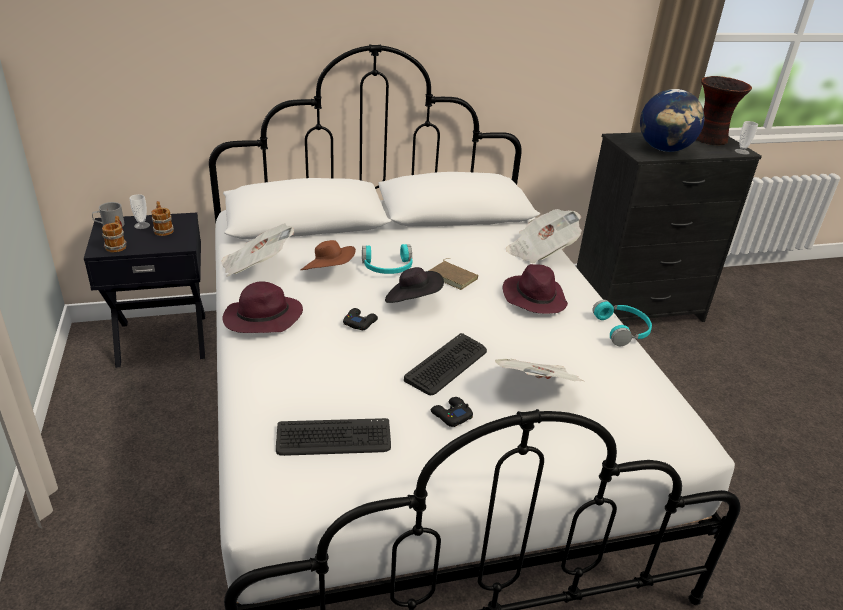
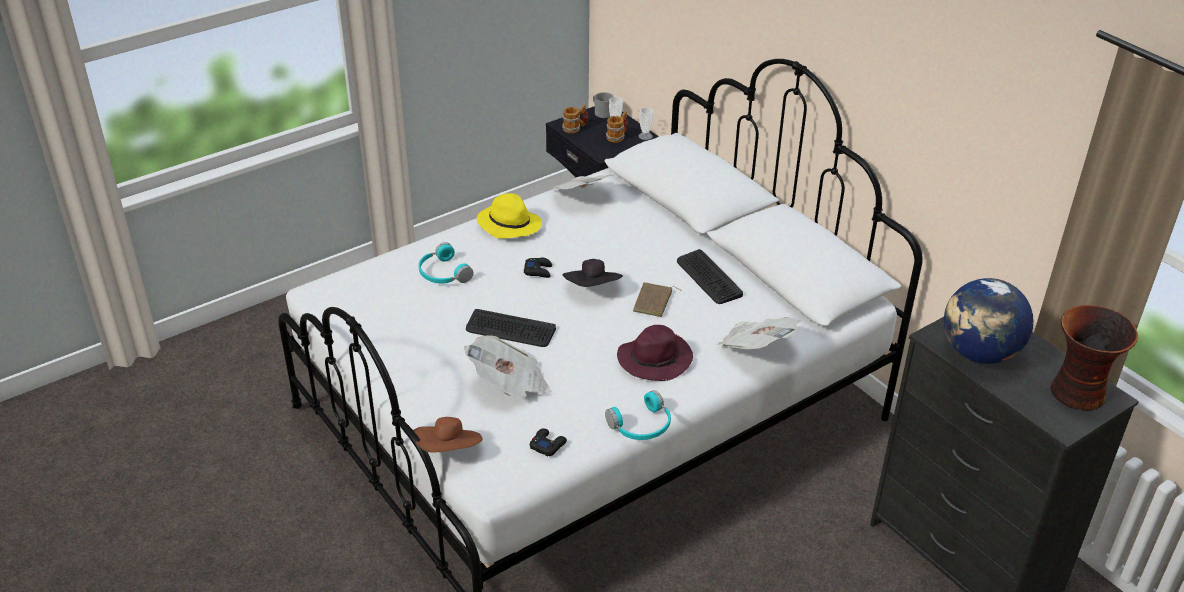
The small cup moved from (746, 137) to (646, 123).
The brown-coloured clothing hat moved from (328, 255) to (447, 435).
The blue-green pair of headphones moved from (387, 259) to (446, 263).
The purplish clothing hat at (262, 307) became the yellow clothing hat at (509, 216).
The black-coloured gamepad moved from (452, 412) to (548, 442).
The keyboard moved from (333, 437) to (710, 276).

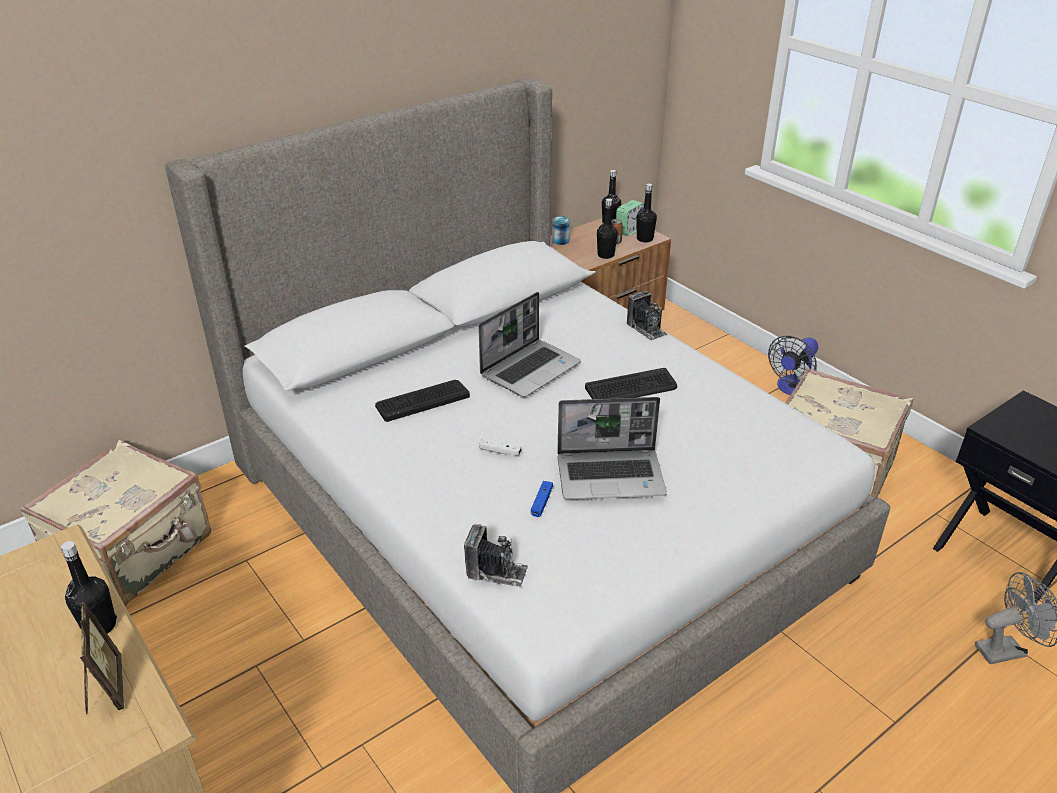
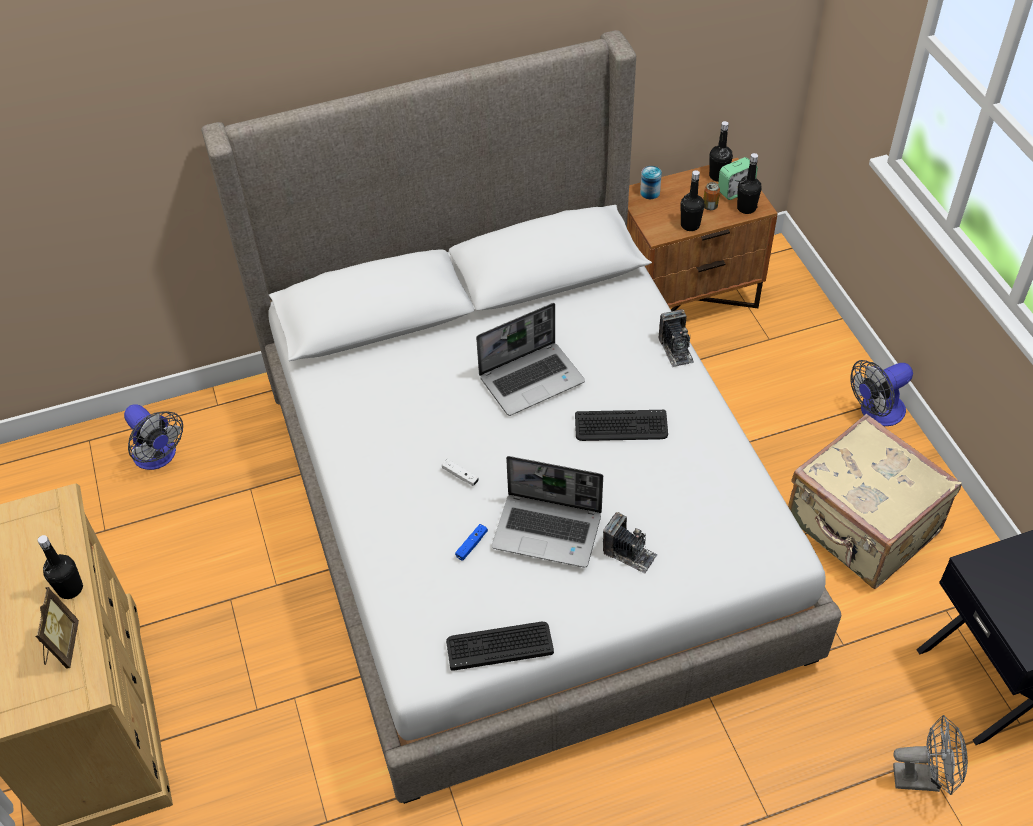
The keyboard moved from (422, 401) to (500, 646).
The sand-coloured suitcase at (115, 523) was replaced by the fan at (153, 437).
The photo camera moved from (496, 555) to (630, 543).

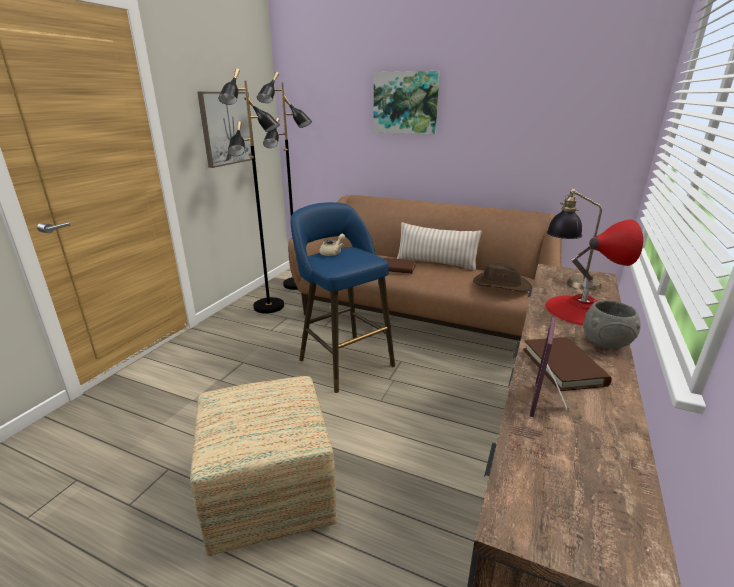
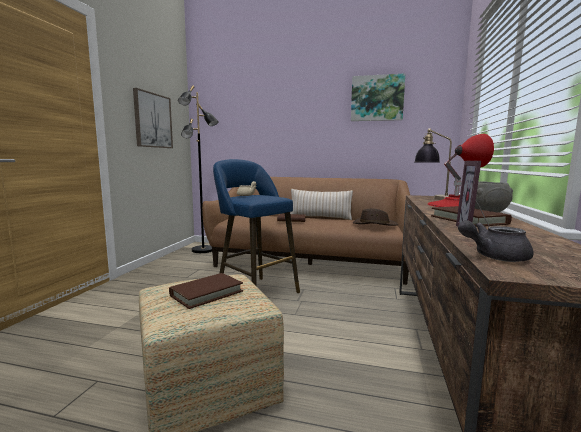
The black-coloured standard lamp at (251, 190) disappeared.
The wall picture moved from (406, 103) to (378, 97).
The gray pot for tea at (495, 241) appeared.
The brown-coloured volume at (206, 291) appeared.

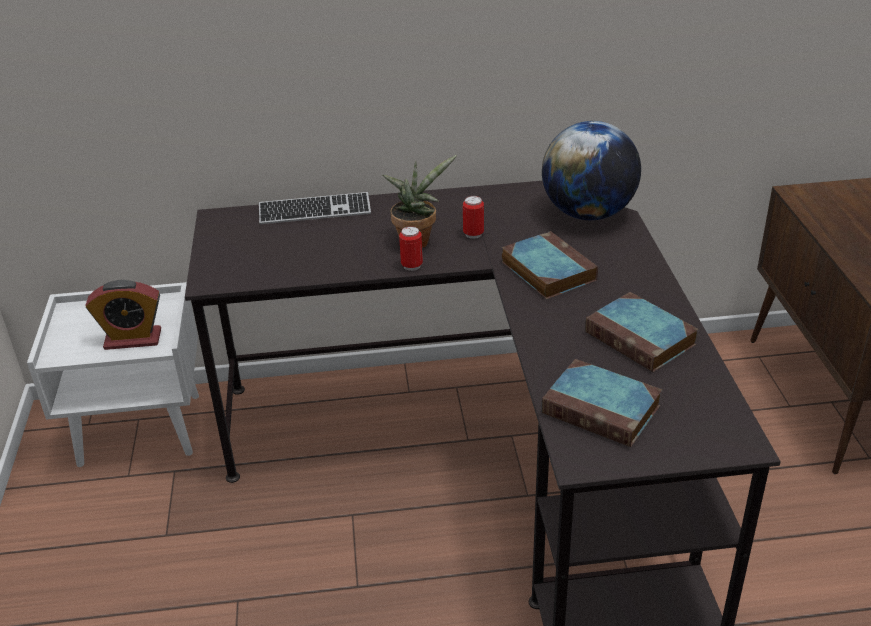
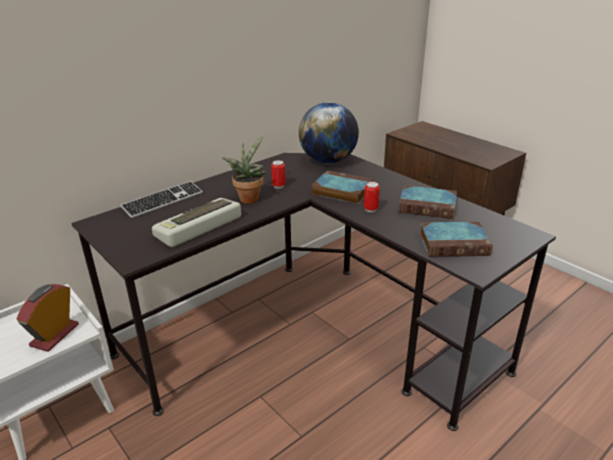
The can moved from (411, 248) to (372, 197).
The alarm clock at (123, 315) turned 150 degrees clockwise.
The keyboard at (196, 222) appeared.

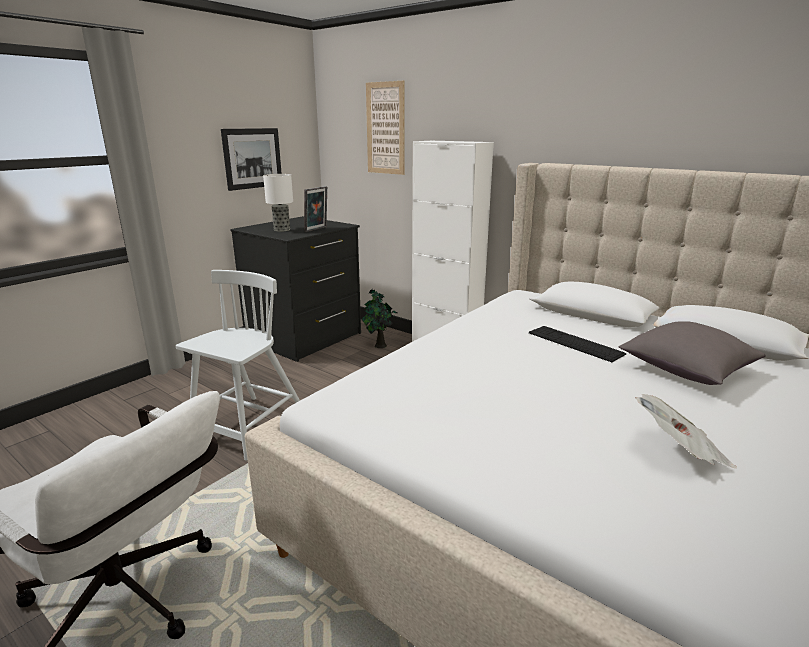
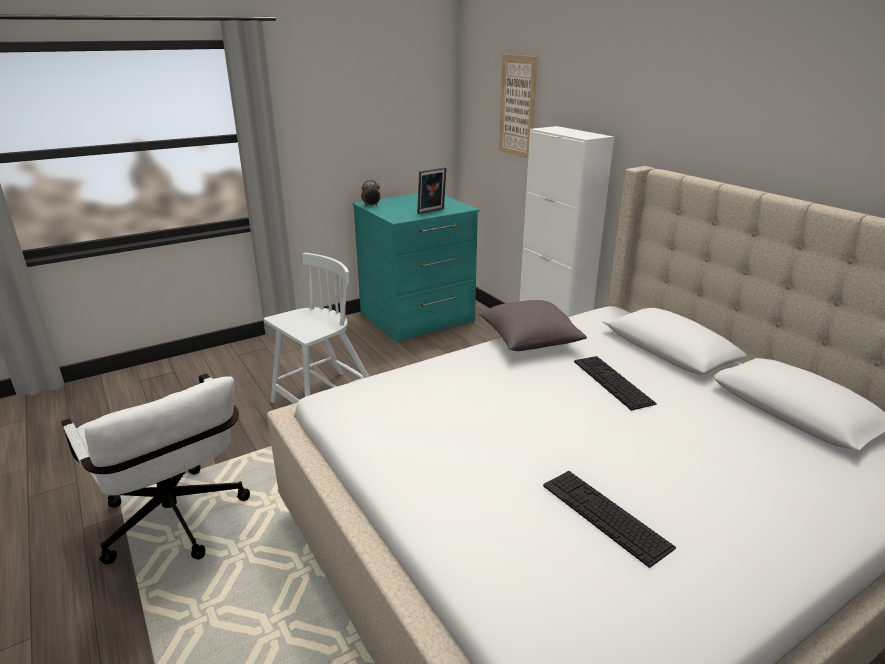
The wall picture at (251, 159) disappeared.
The tabletop lamp at (278, 203) disappeared.
The black-coloured dresser at (295, 289) became the blue-green dresser at (416, 268).
The plant in a pot at (379, 318) disappeared.
The gray pillow moved from (692, 353) to (532, 325).
The daily paper at (686, 431) was replaced by the keyboard at (609, 519).
The alarm clock at (370, 193) appeared.

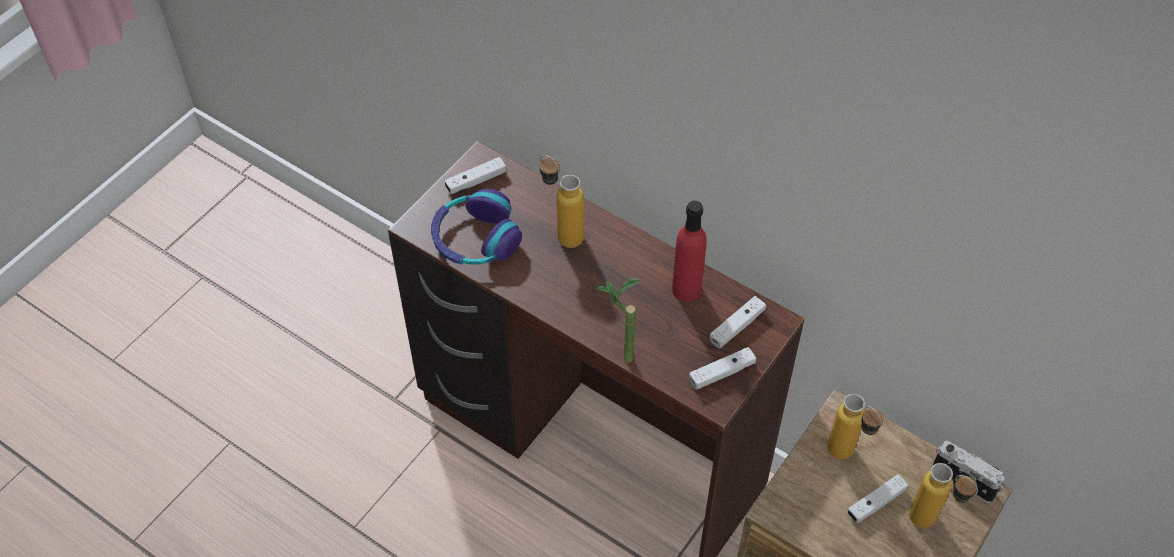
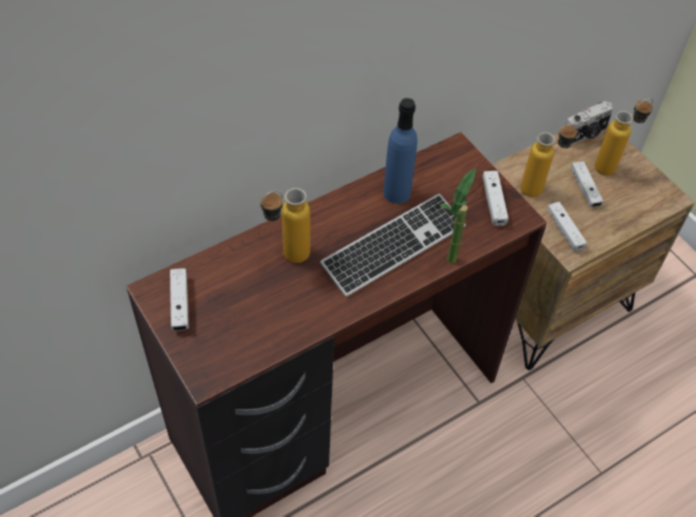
The pair of headphones at (476, 226) disappeared.
The red-coloured beverage bottle at (689, 251) became the blue-coloured beverage bottle at (400, 151).
The white gamepad moved from (737, 322) to (567, 226).
The keyboard at (393, 245) appeared.

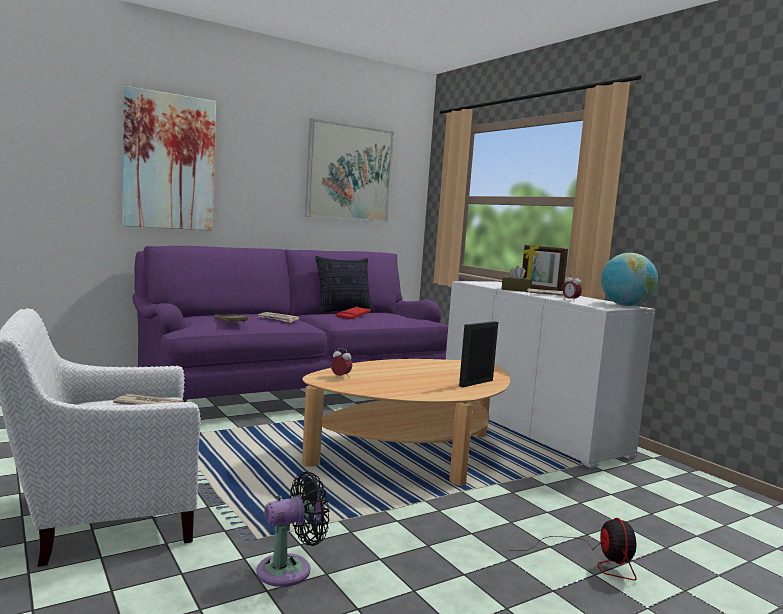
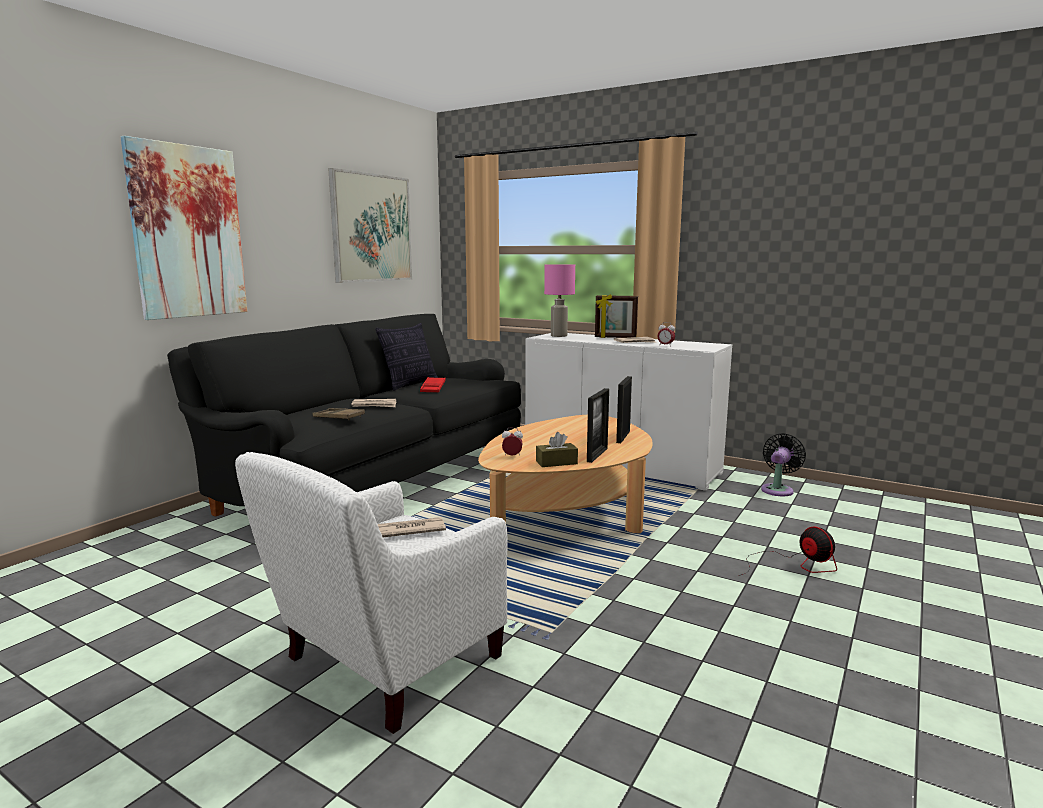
The purplish sofa at (290, 324) became the black-coloured sofa at (344, 415).
The desk globe at (629, 279) disappeared.
The brown-coloured tissue box moved from (517, 279) to (557, 449).
The black-coloured fan moved from (293, 529) to (783, 464).
The pink tabletop lamp at (559, 300) appeared.
The picture frame at (598, 425) appeared.

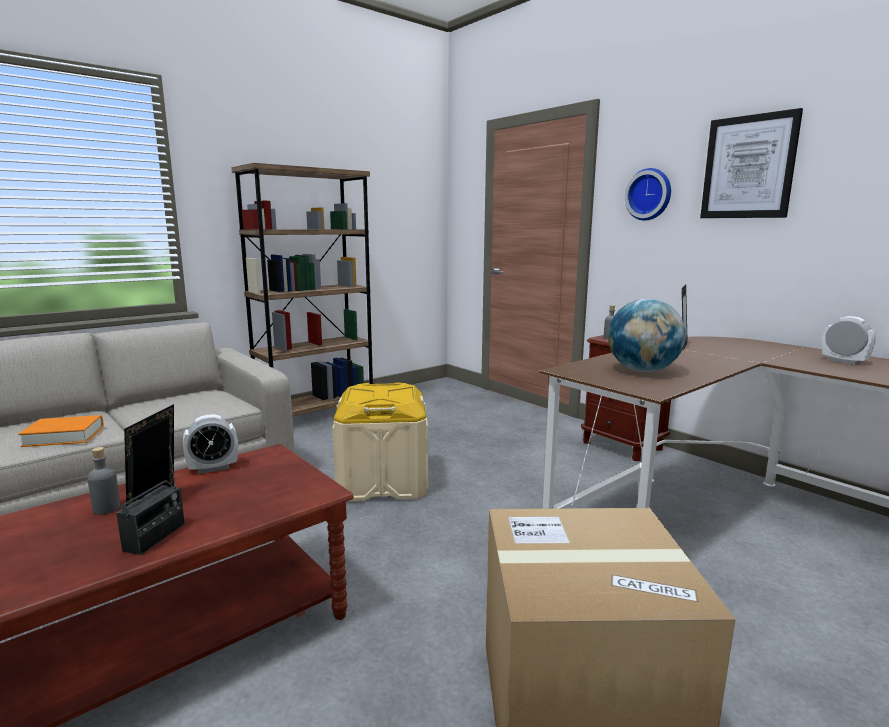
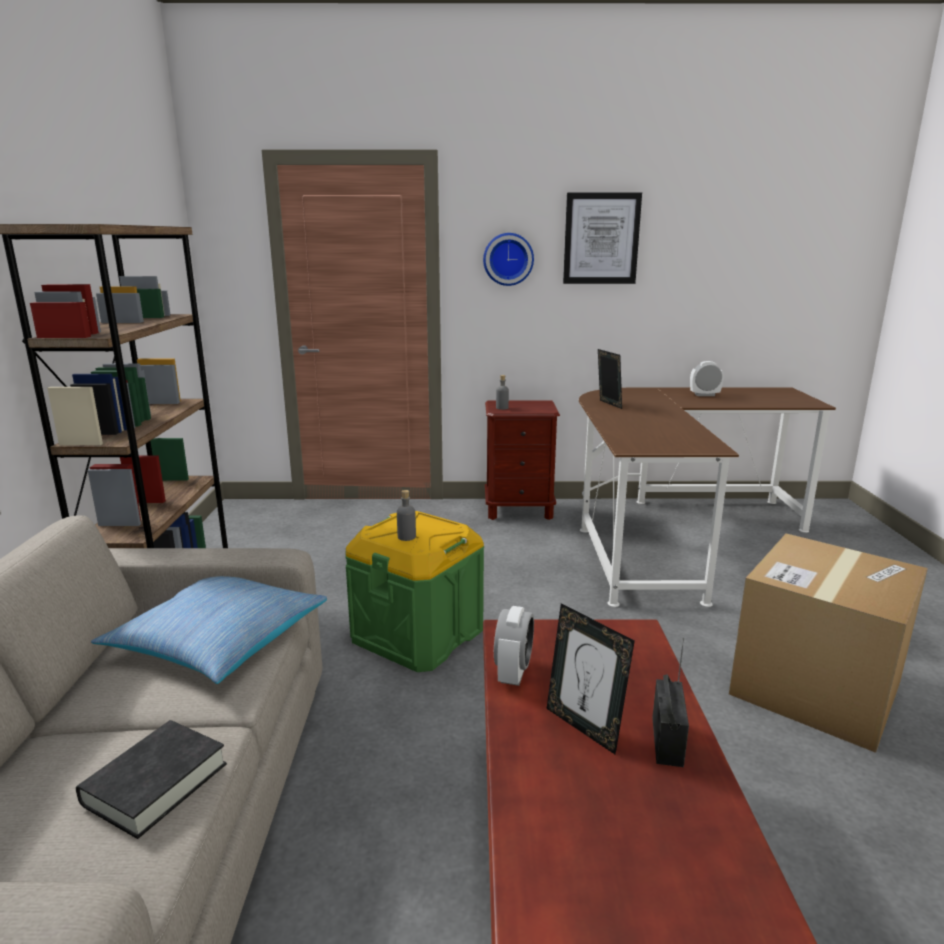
The desk globe at (647, 335) disappeared.
The sand-coloured storage box at (380, 441) became the green-coloured storage box at (415, 591).
The orange-coloured volume at (61, 431) became the black-coloured volume at (151, 779).
The radio receiver at (150, 500) turned 45 degrees clockwise.
The gray beverage bottle moved from (103, 481) to (406, 515).
The pillow at (209, 630) appeared.

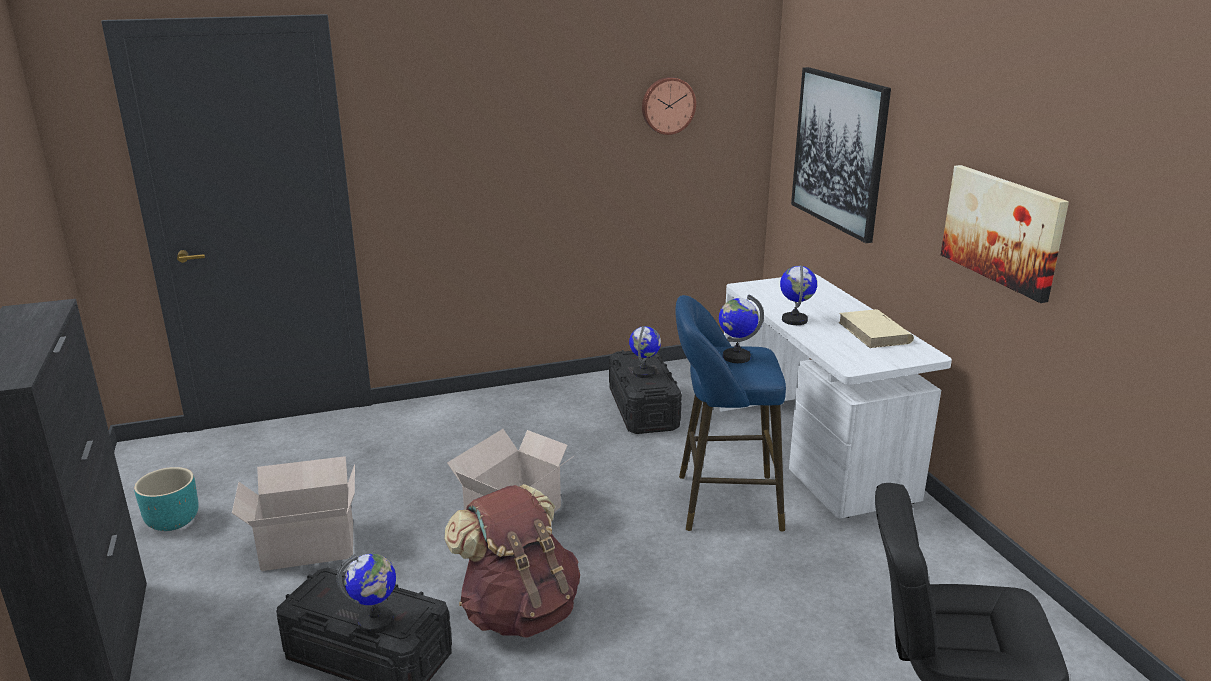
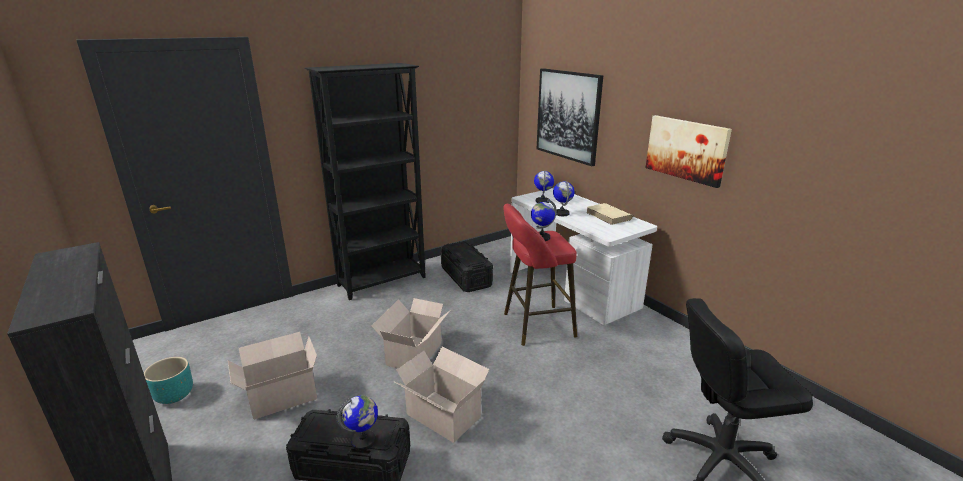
The wall clock at (669, 106) disappeared.
The blue-coloured sitting stool at (730, 413) became the red-coloured sitting stool at (540, 275).
The desk globe moved from (645, 352) to (544, 186).
The brown-coloured rucksack at (512, 560) was replaced by the cardboard box at (441, 394).
The black-coloured shelving unit at (365, 181) appeared.

